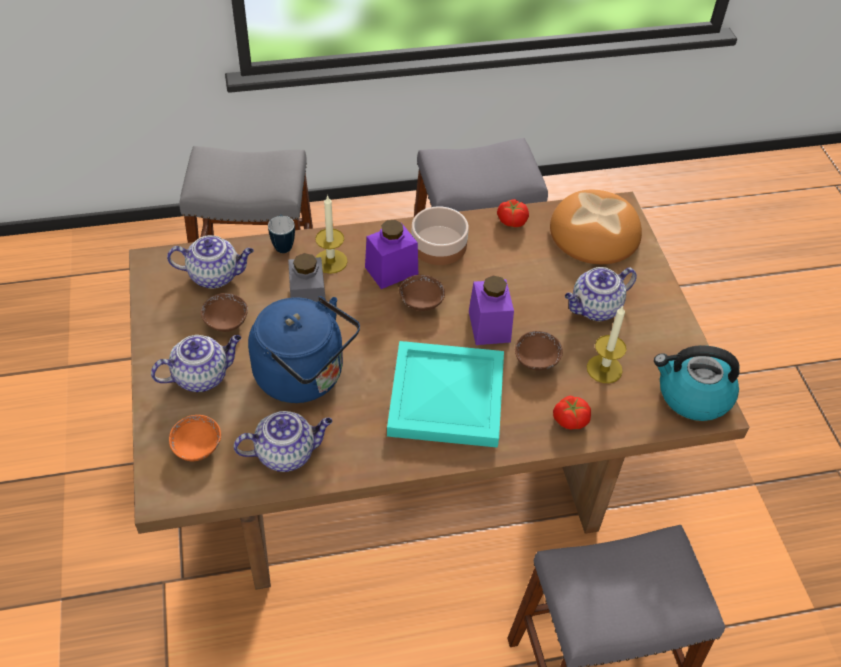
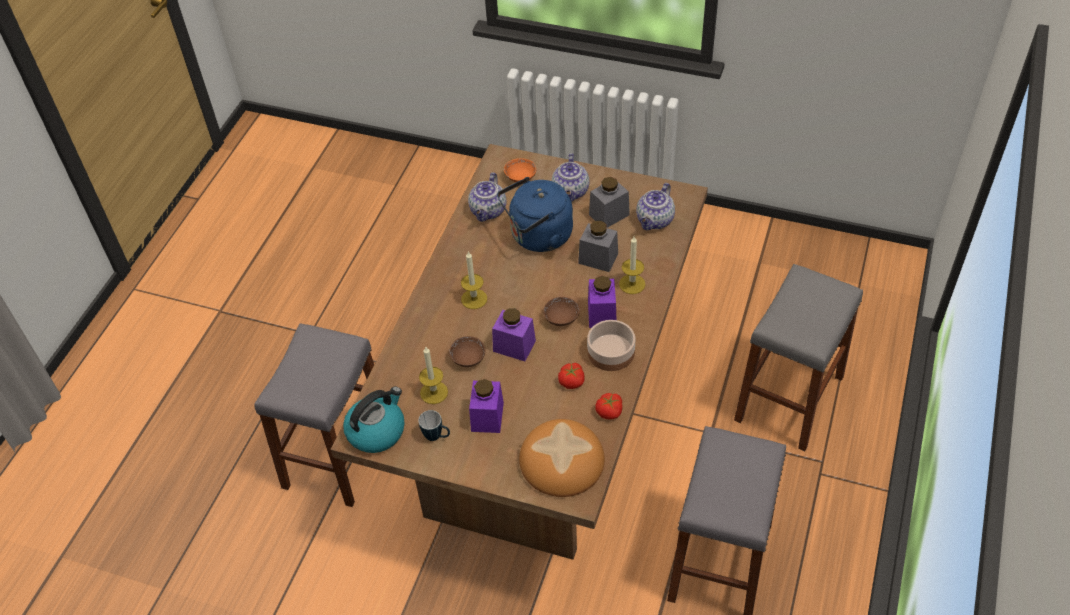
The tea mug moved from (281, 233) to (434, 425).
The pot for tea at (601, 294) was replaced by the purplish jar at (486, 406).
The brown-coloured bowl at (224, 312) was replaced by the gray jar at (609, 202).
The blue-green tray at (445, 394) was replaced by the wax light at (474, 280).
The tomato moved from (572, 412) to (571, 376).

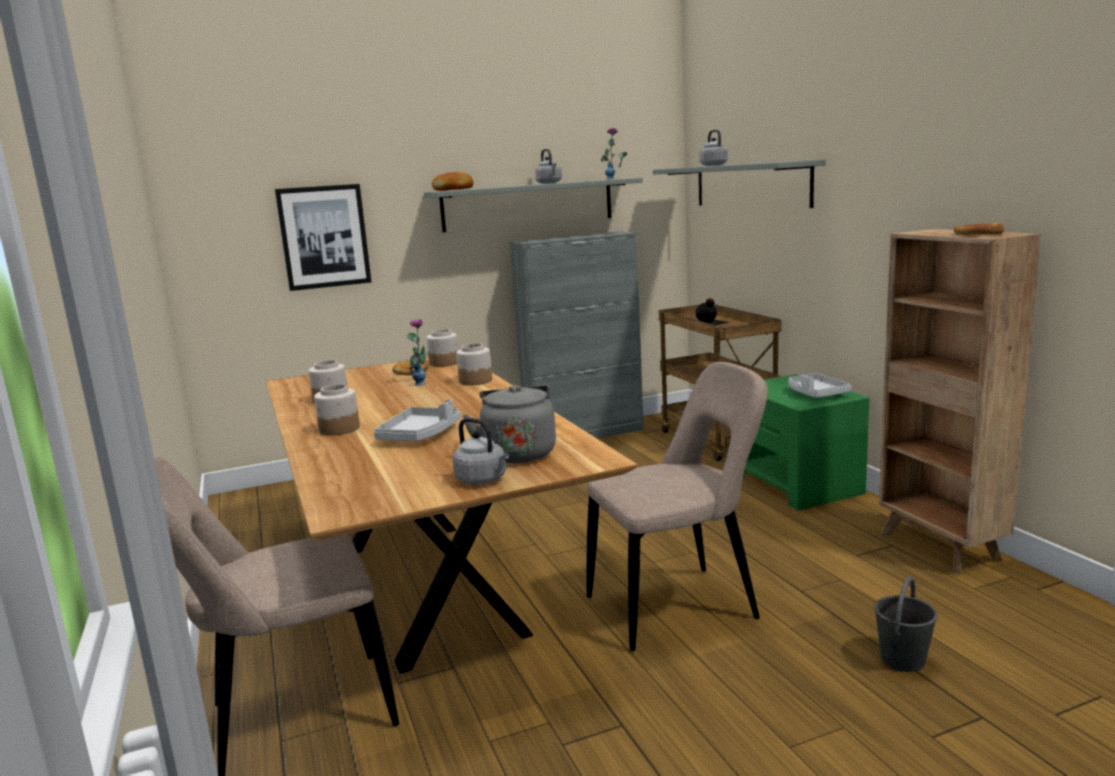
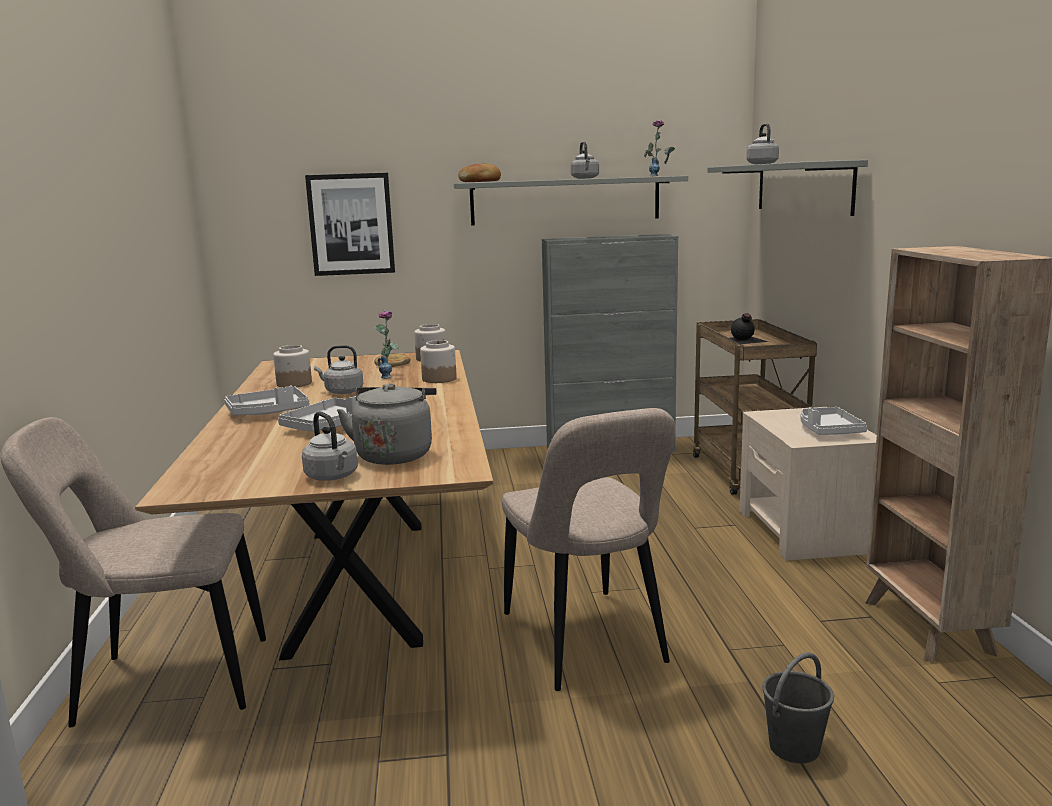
The baked bread at (979, 229) disappeared.
The sand-coloured plain chair at (677, 506) turned 75 degrees clockwise.
The green-coloured nightstand at (806, 442) became the sand-coloured nightstand at (808, 484).
The jar at (337, 409) was replaced by the gray tray at (266, 400).
The gray kettle at (338, 369) appeared.

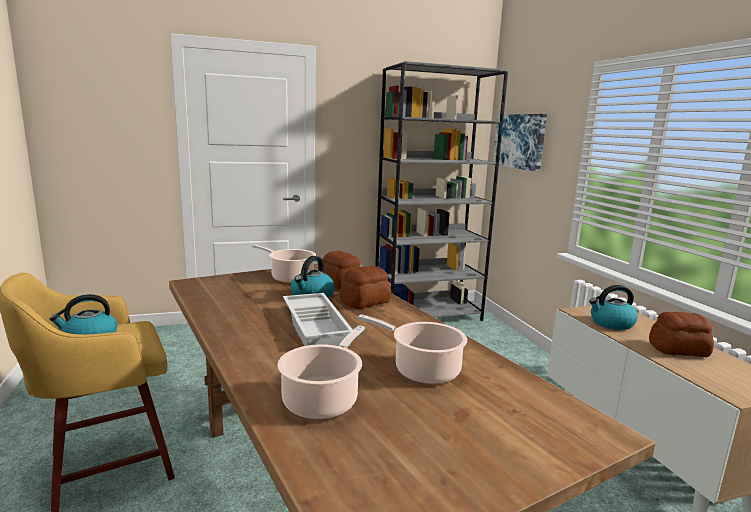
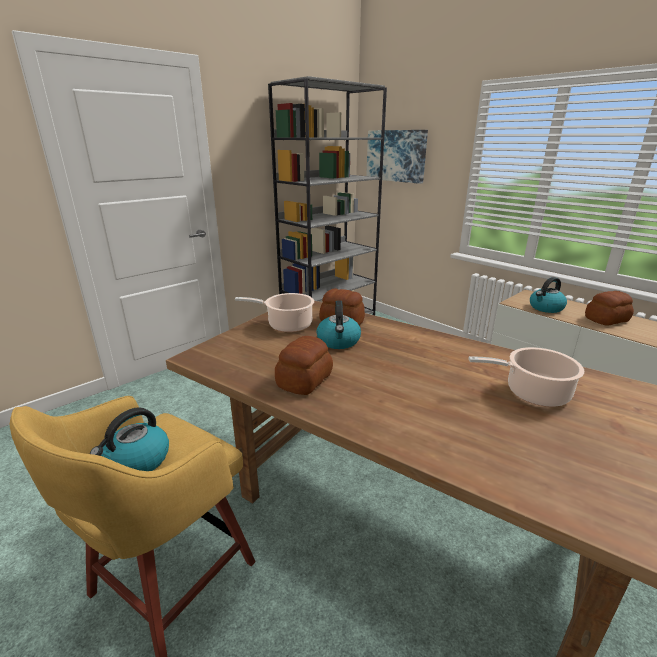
The baked bread moved from (365, 287) to (304, 365).
The white tray at (318, 319) disappeared.
The saucepot at (321, 372) disappeared.

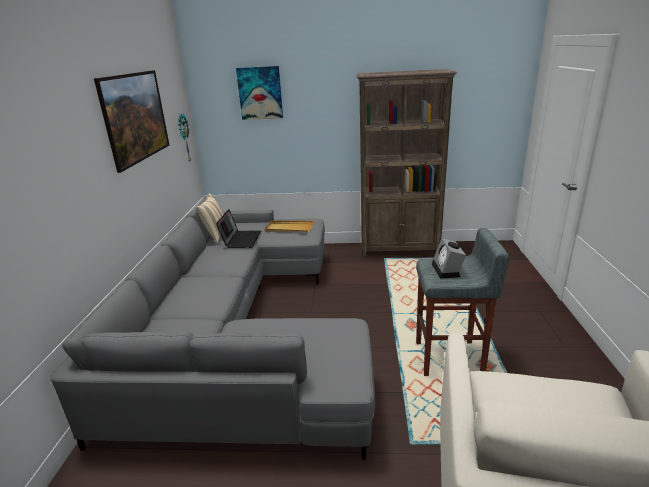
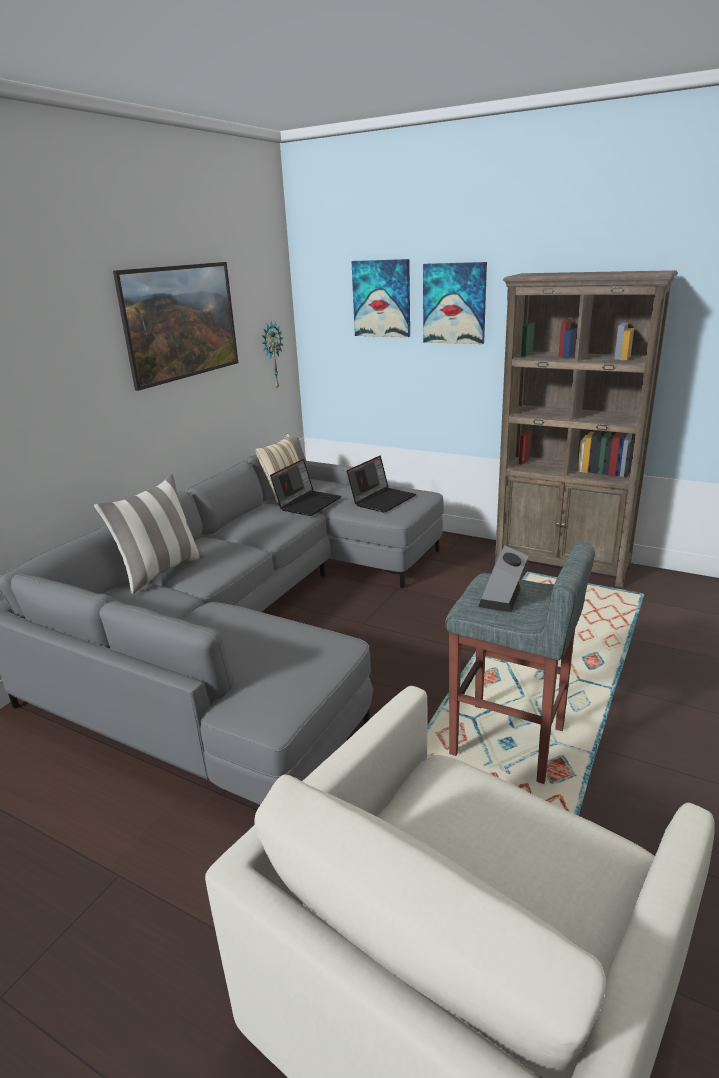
The sand-coloured tray at (289, 226) was replaced by the notebook computer at (381, 484).
The wall picture at (455, 303) appeared.
The pillow at (149, 534) appeared.

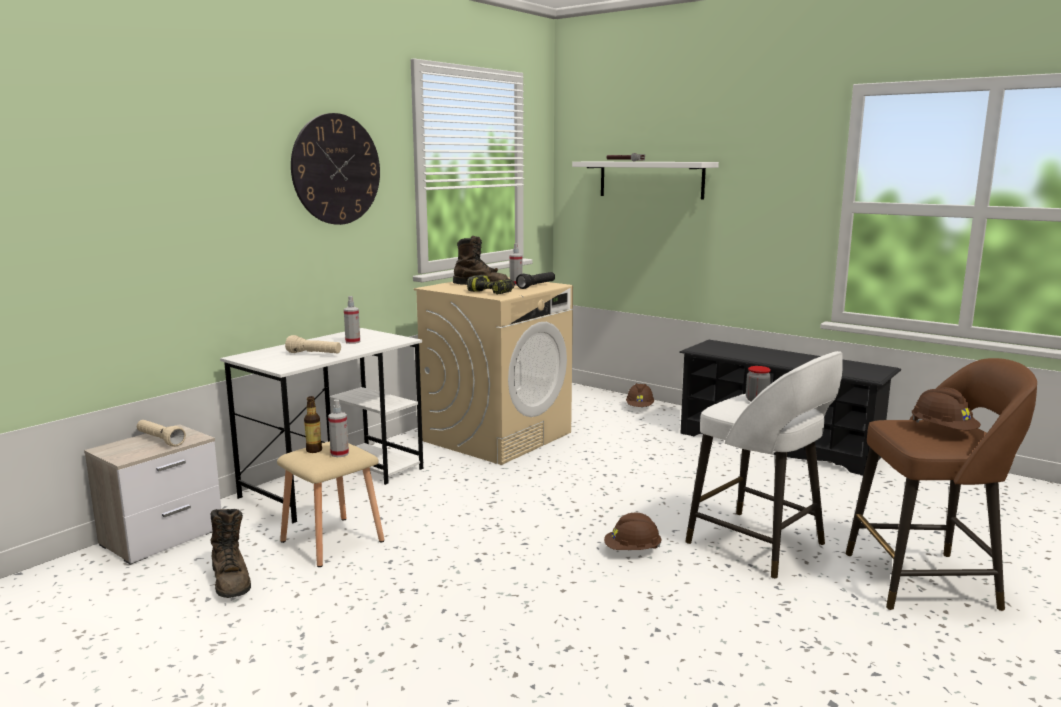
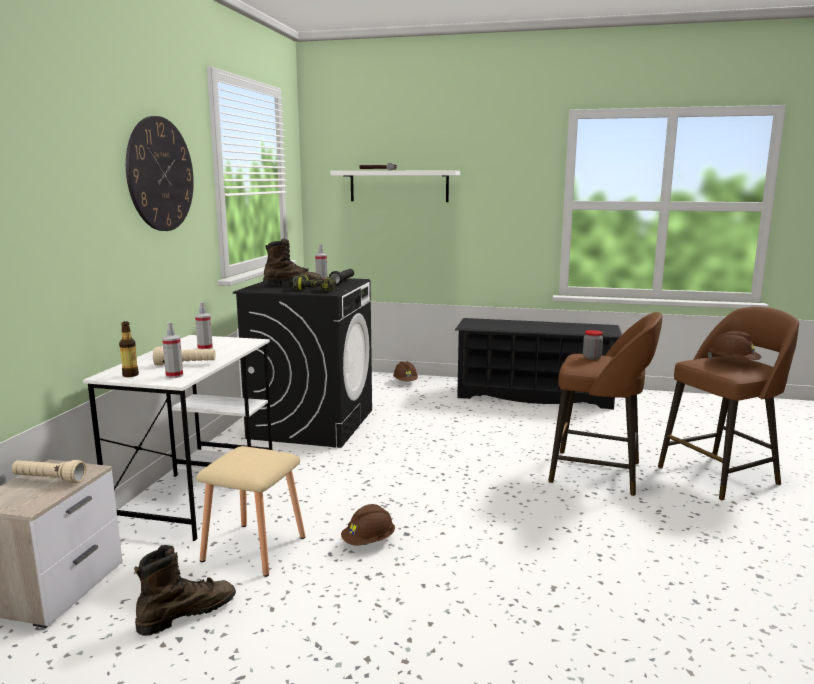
The sand-coloured washing machine at (493, 371) became the black-coloured washing machine at (302, 363).
The white sitting stool at (764, 465) became the brown-coloured sitting stool at (605, 404).
The beverage bottle moved from (313, 424) to (129, 349).
The sprayer moved from (338, 428) to (172, 350).
The brown-coloured high-top boot at (231, 553) turned 75 degrees counterclockwise.
The brown-coloured hard hat moved from (633, 531) to (368, 524).

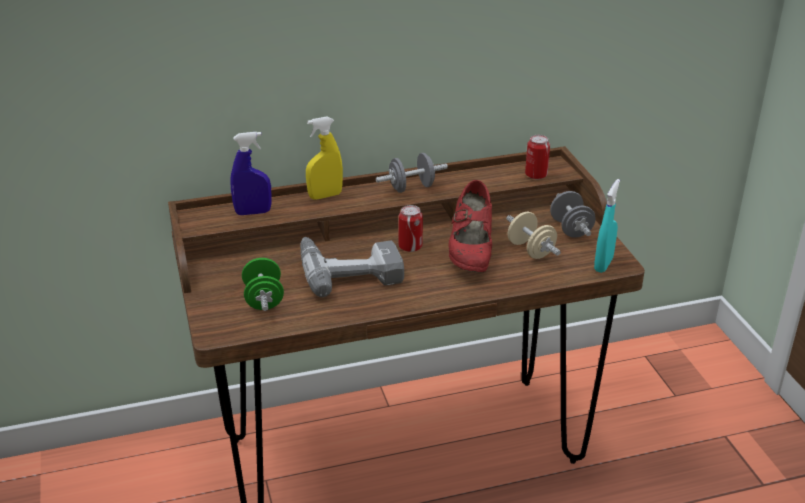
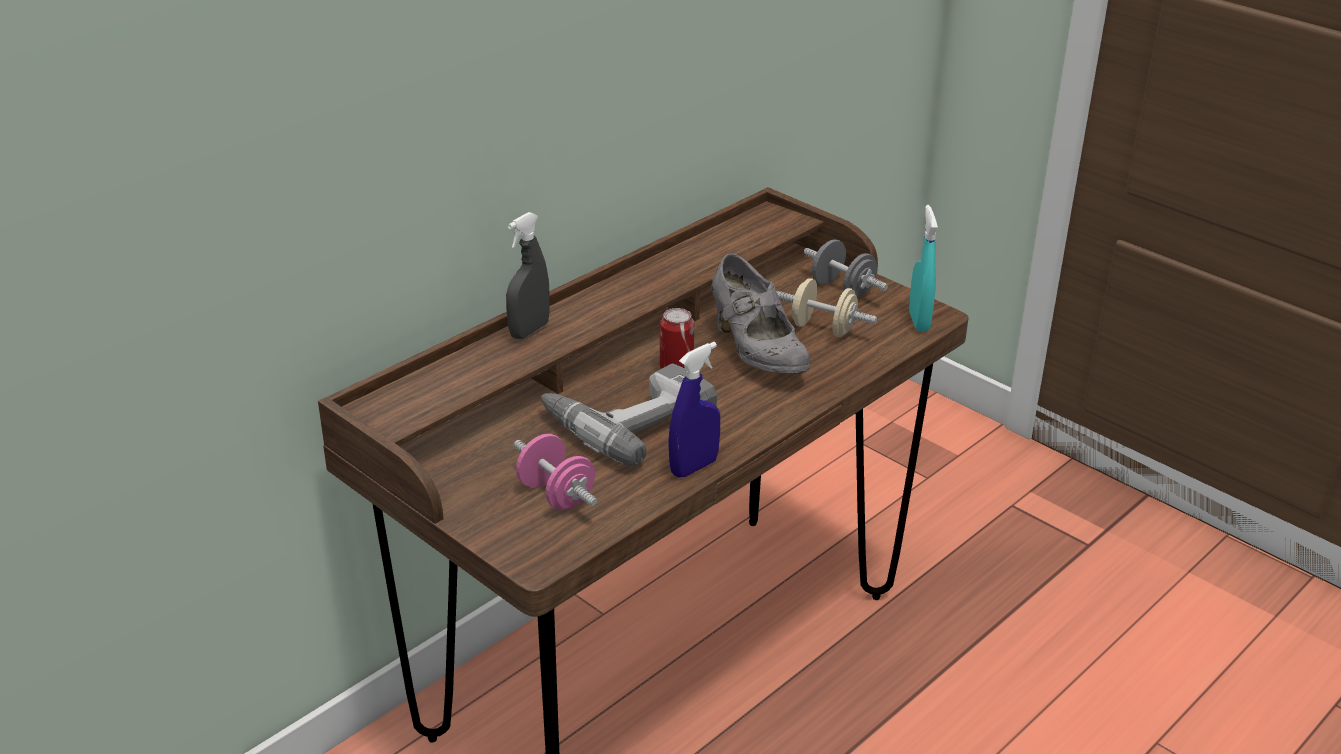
The yellow sprayer at (324, 157) became the gray sprayer at (528, 275).
The blue-coloured sprayer moved from (251, 173) to (694, 409).
The can at (537, 157) disappeared.
The gray hand weight at (412, 173) disappeared.
The red-coloured shoe at (470, 226) became the gray shoe at (761, 313).
The green-coloured hand weight at (263, 284) became the pink hand weight at (556, 472).

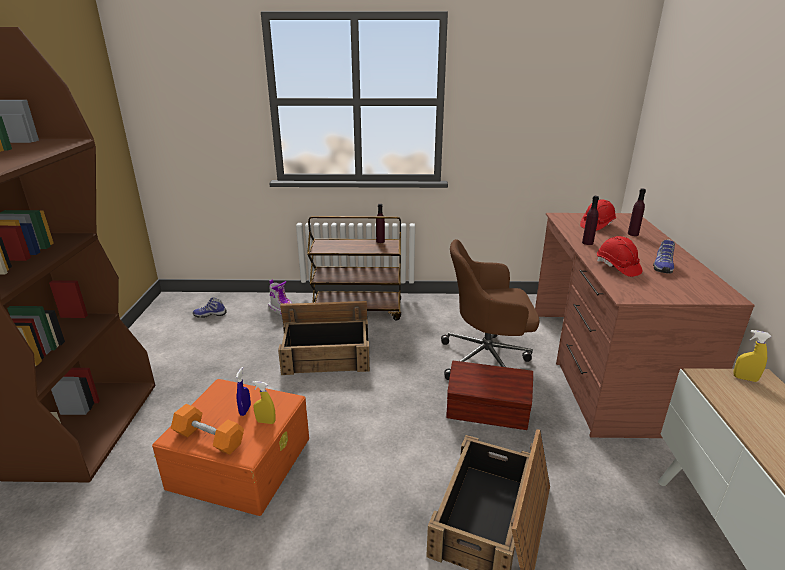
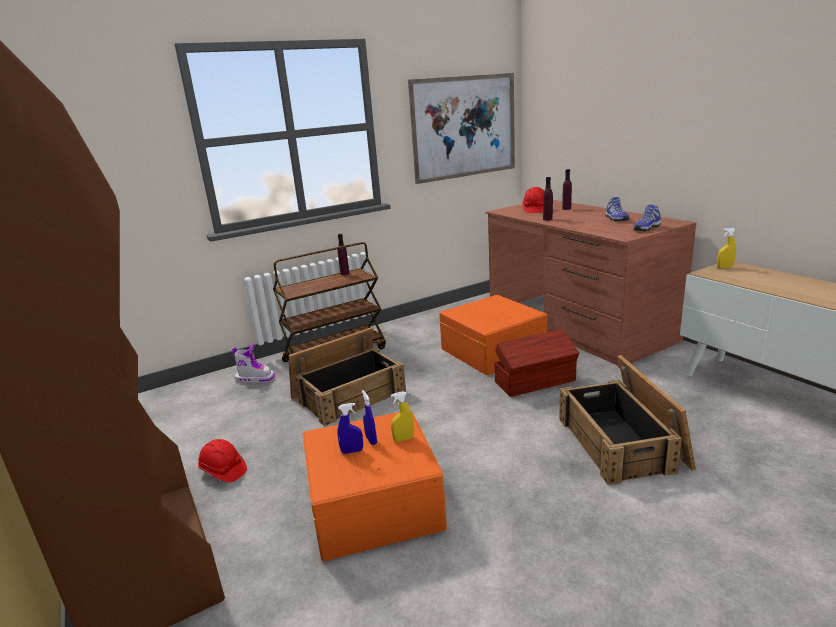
The red-coloured hard hat moved from (619, 256) to (222, 460).
The brown-coloured computer chair at (490, 309) was replaced by the orange-coloured storage box at (493, 335).
The shoe moved from (210, 307) to (647, 218).
The orange-coloured hand weight at (207, 429) disappeared.
The wall picture at (461, 128) appeared.
The blue-coloured sprayer at (350, 428) appeared.

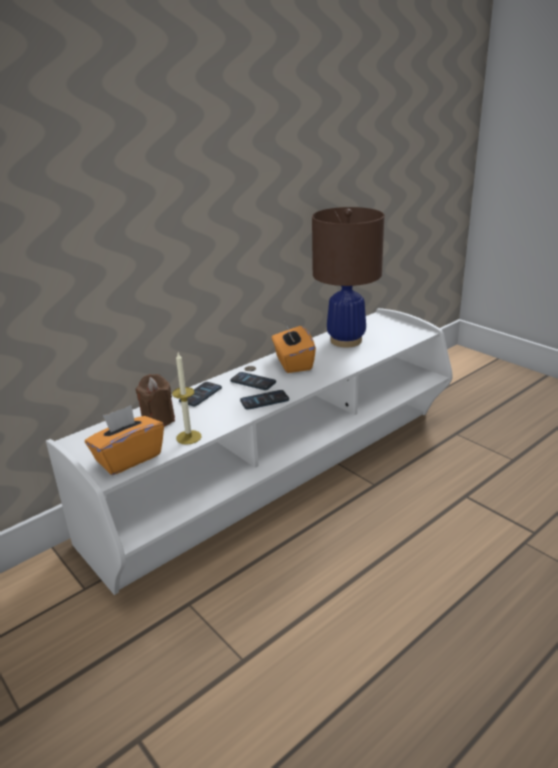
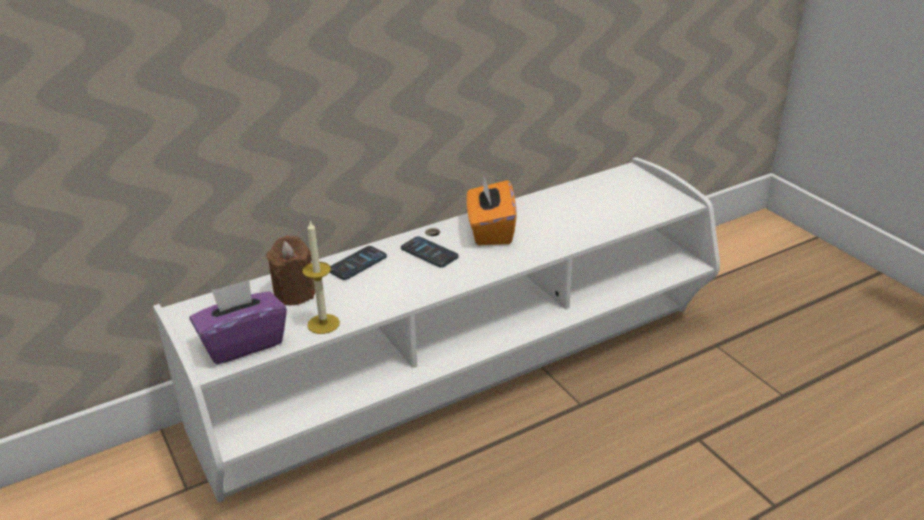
The brown-coloured tabletop lamp at (348, 277) disappeared.
The handset at (264, 400) disappeared.
The orange-coloured tissue box at (124, 440) became the purplish tissue box at (238, 322).

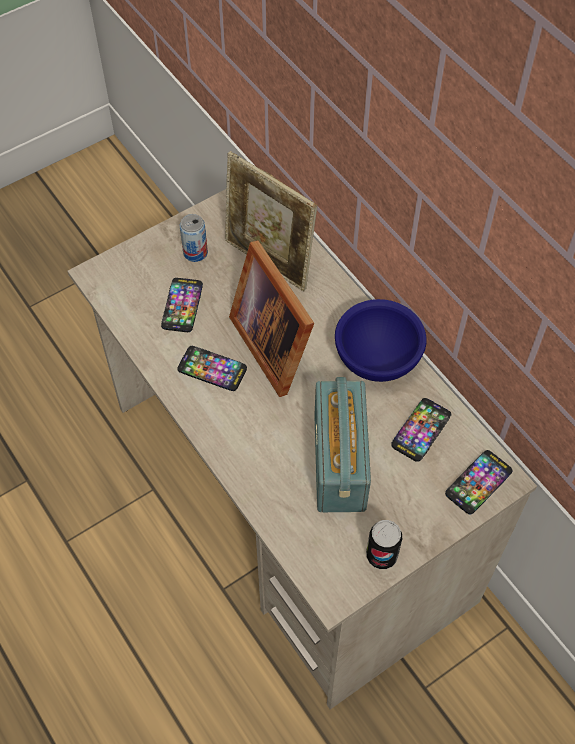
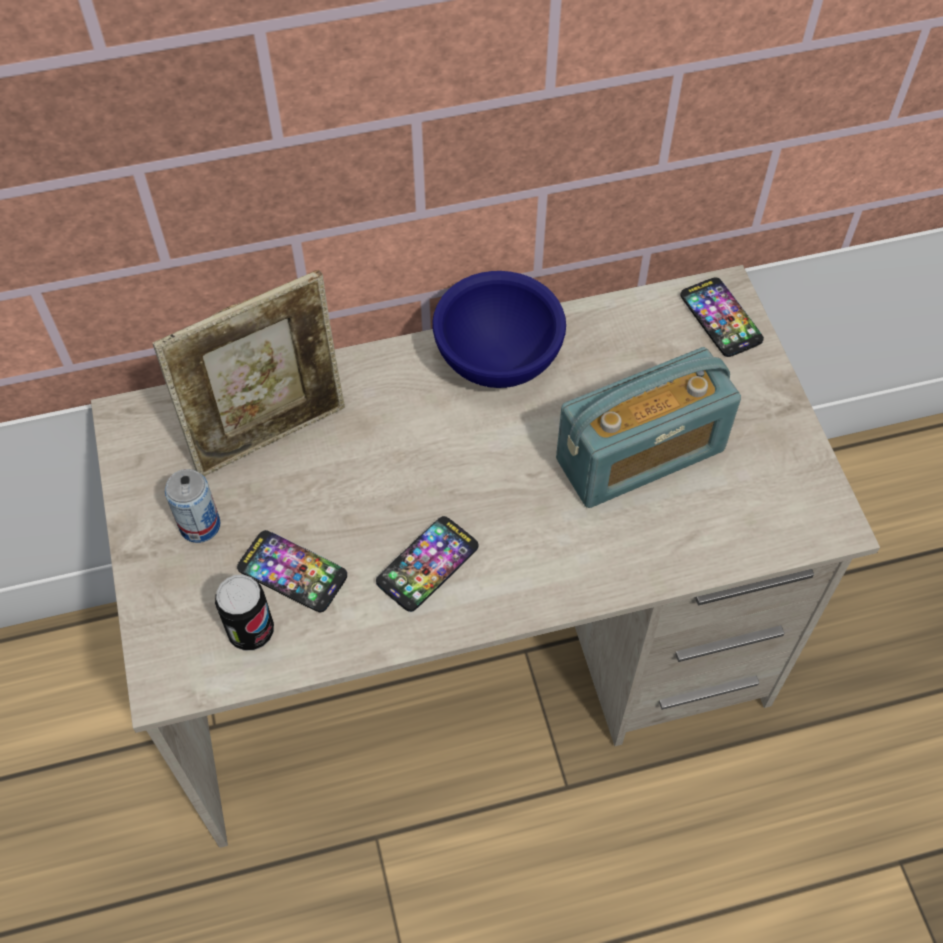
The picture frame at (271, 319) disappeared.
The radio receiver at (342, 444) turned 45 degrees counterclockwise.
The handset at (421, 430) disappeared.
The can moved from (384, 544) to (244, 613).

